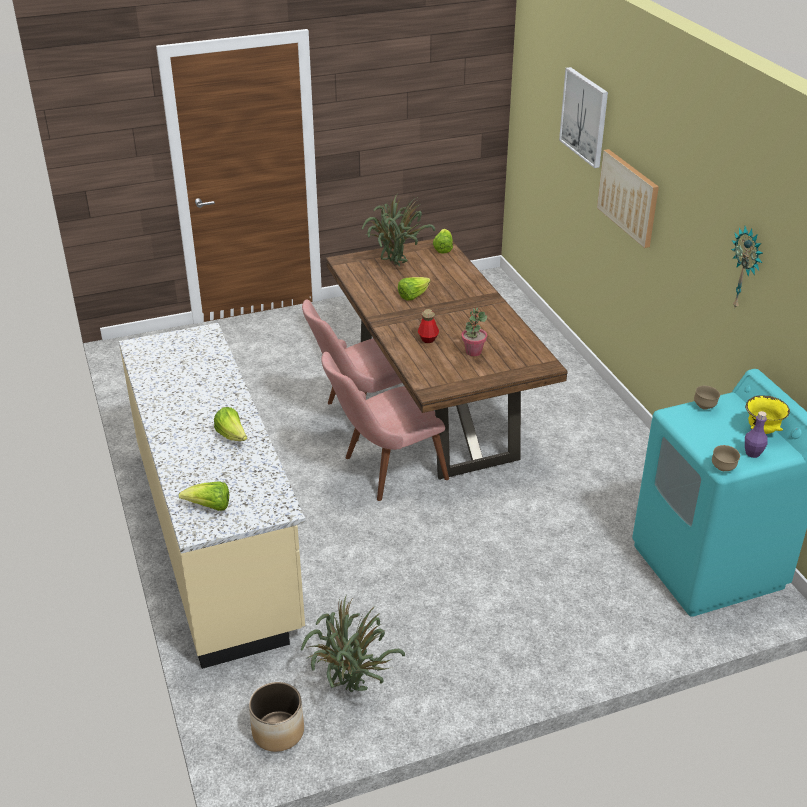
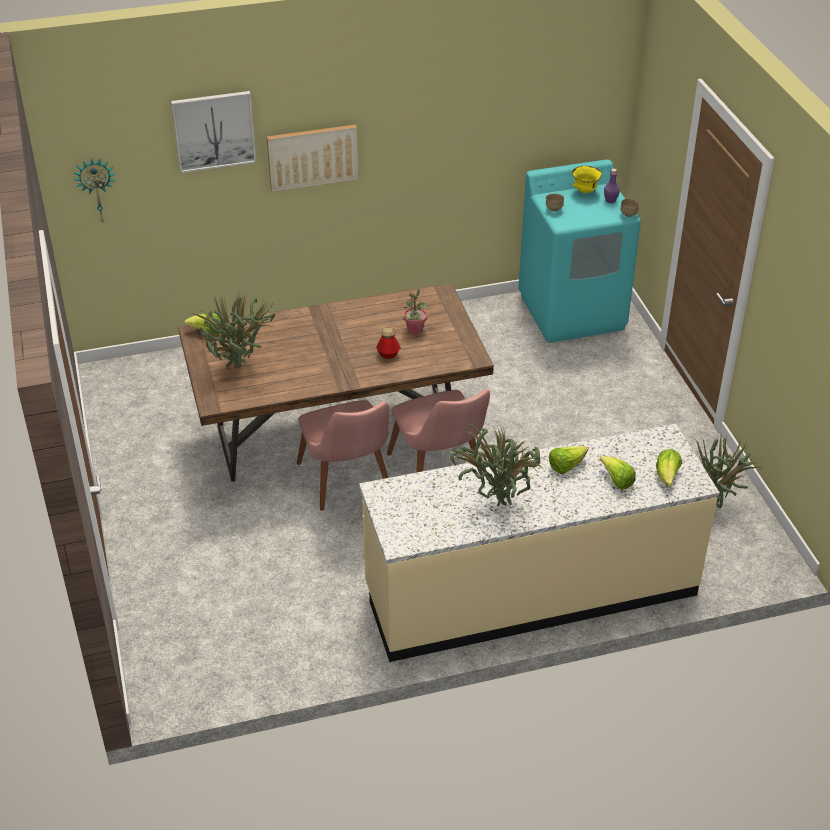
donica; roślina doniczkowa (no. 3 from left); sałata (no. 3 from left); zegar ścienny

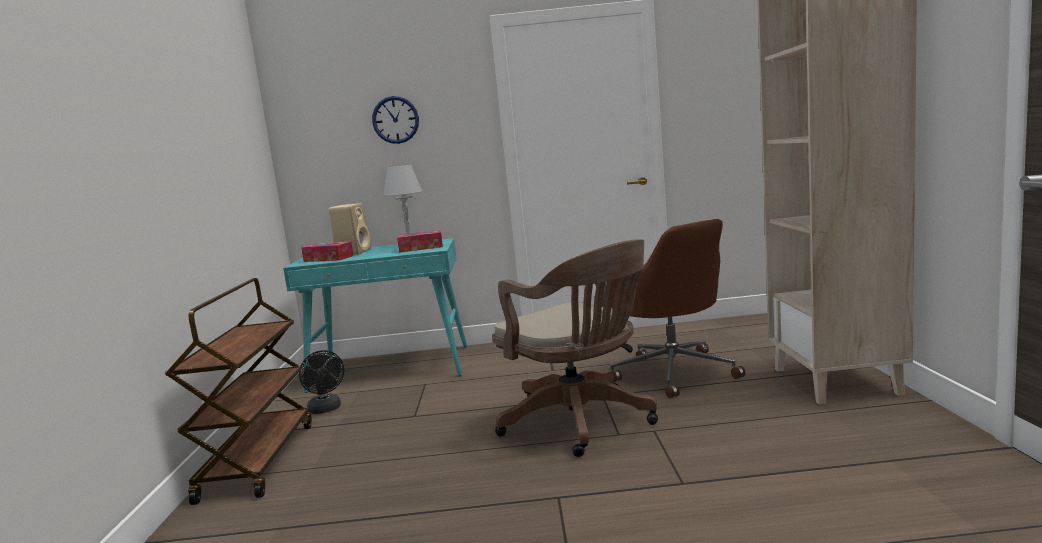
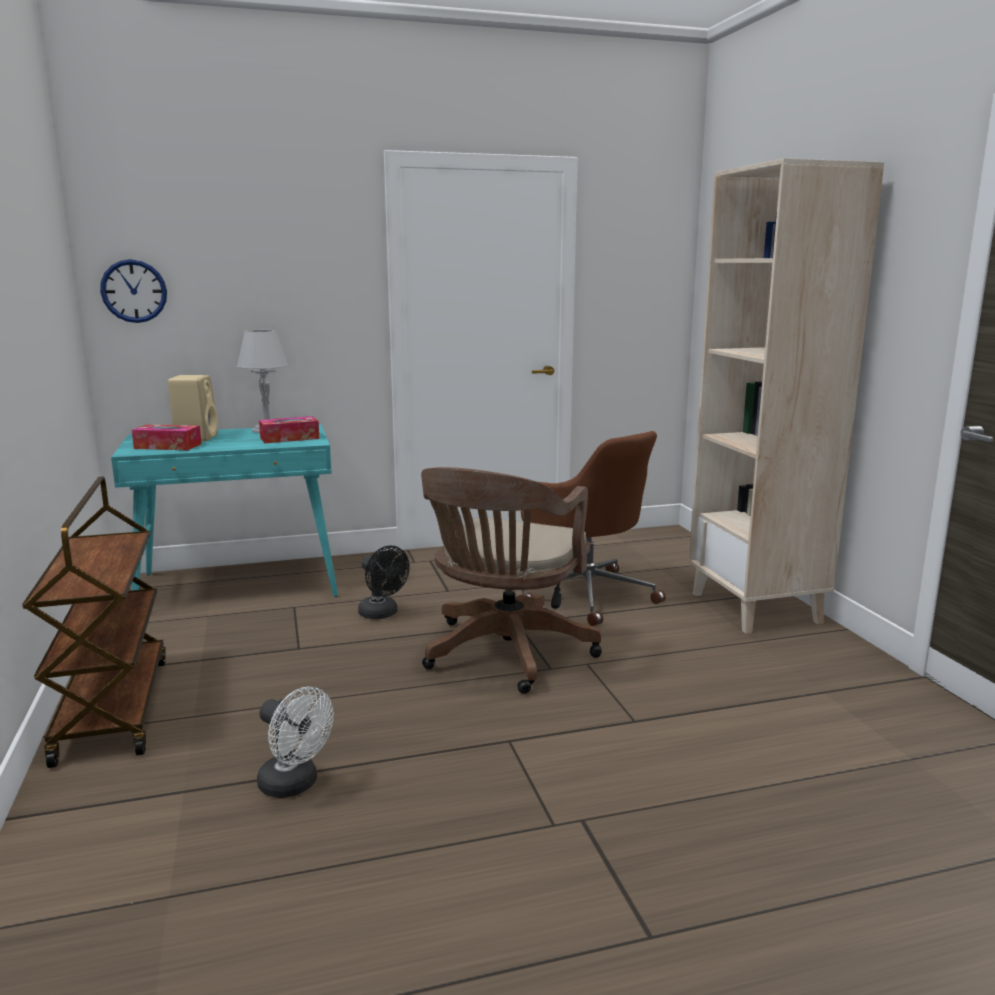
wentylator [biały]; wentylator [czarny]; zegar ścienny; krzesło biurowe [brązowy] (no. 1 from left)

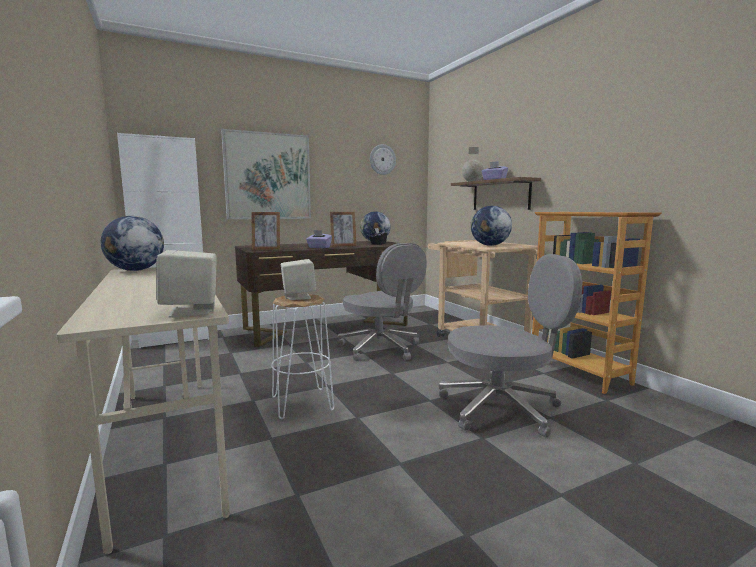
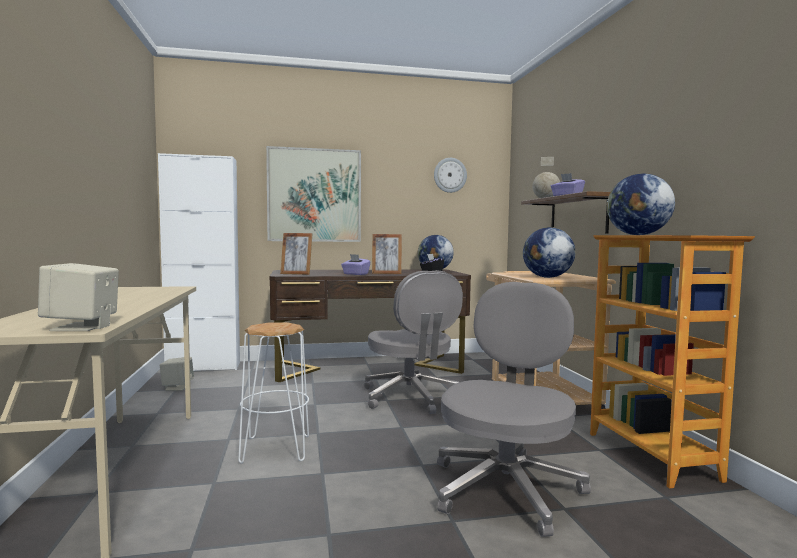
globus (no. 4 from left); głośnik [beżowy] (no. 2 from left); krzesło biurowe [szary] (no. 2 from left)

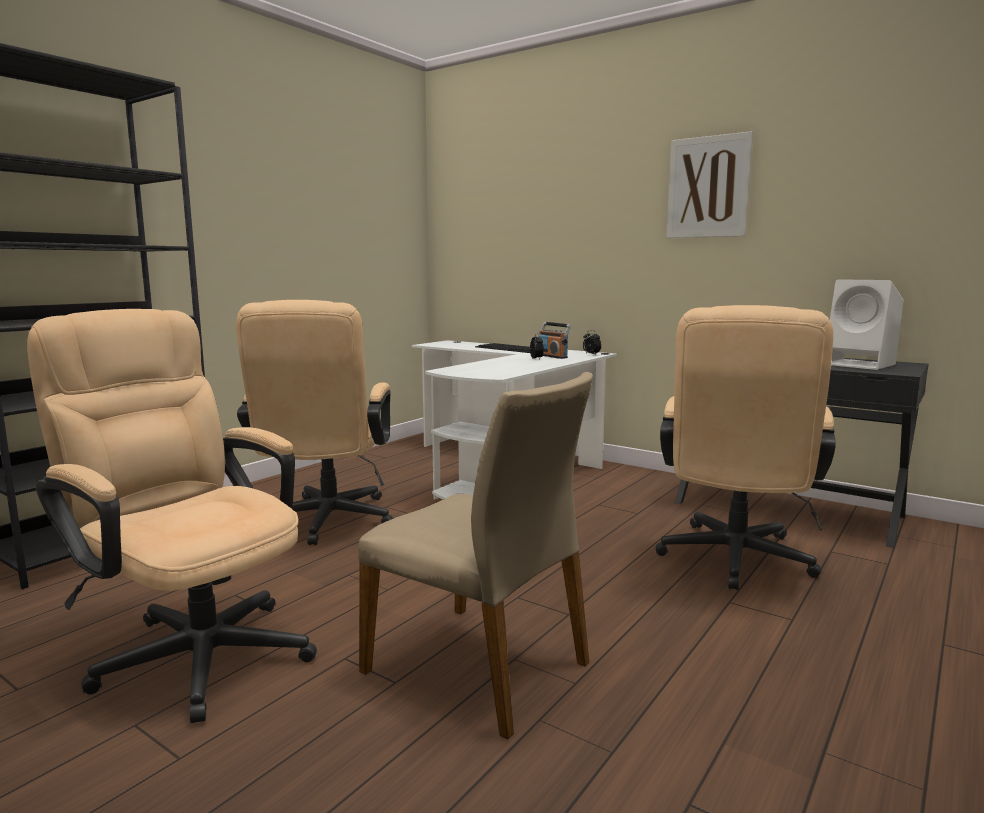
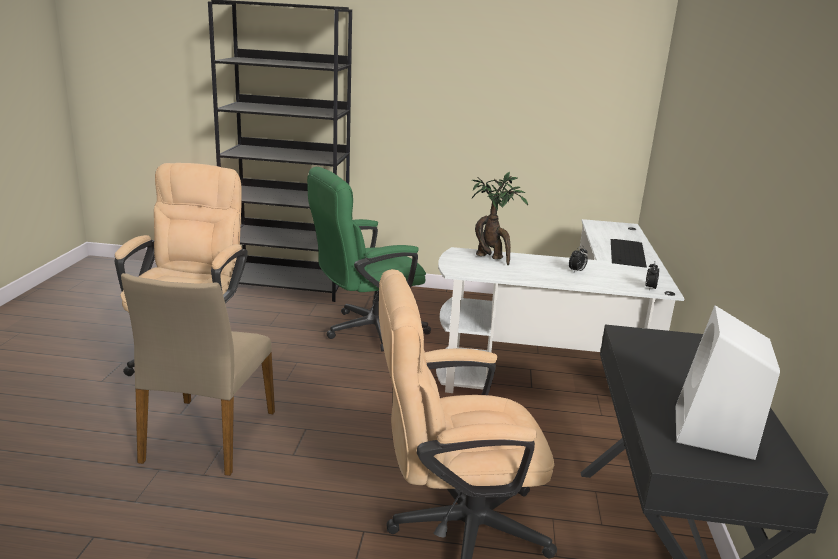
radio; obraz; roślina doniczkowa; krzesło biurowe [zielony]

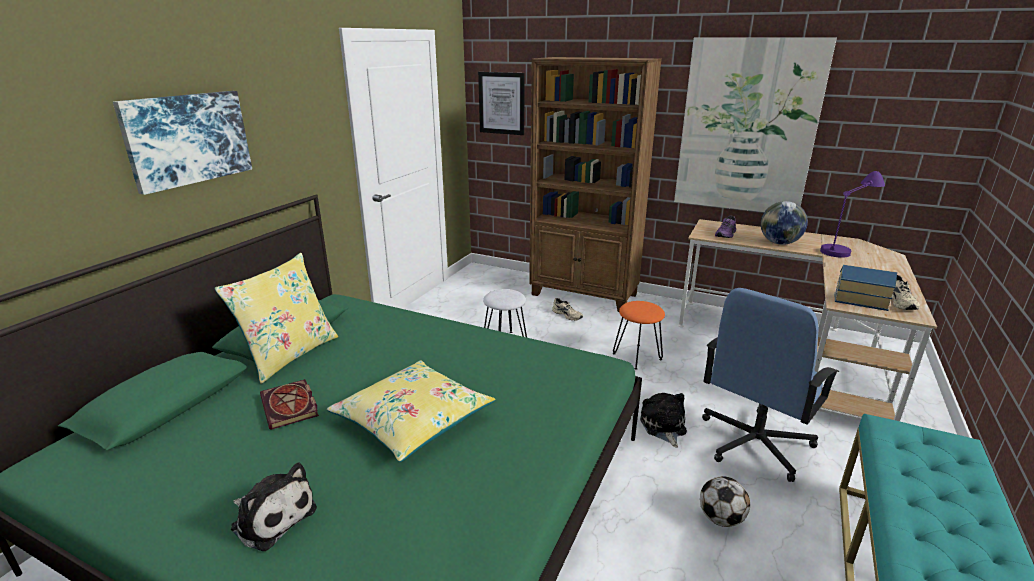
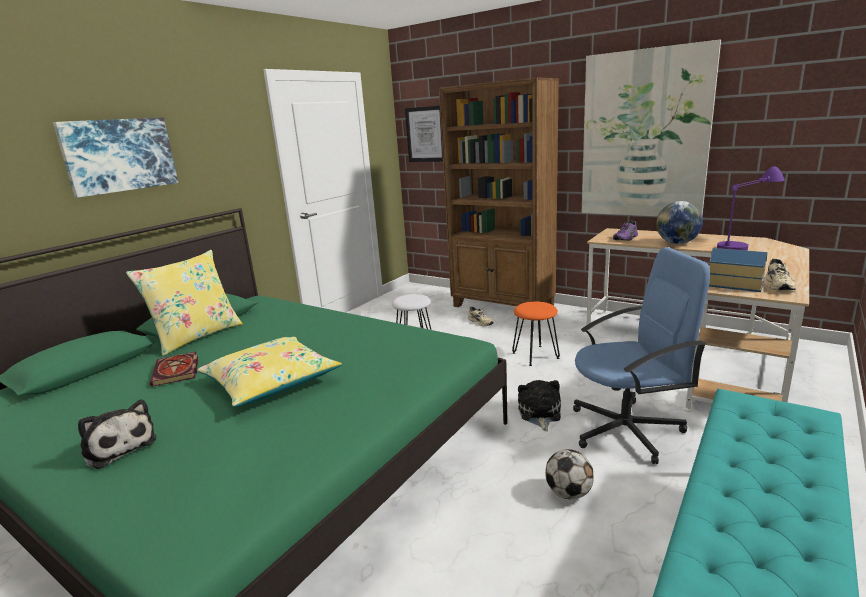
krzesło biurowe [niebieski]

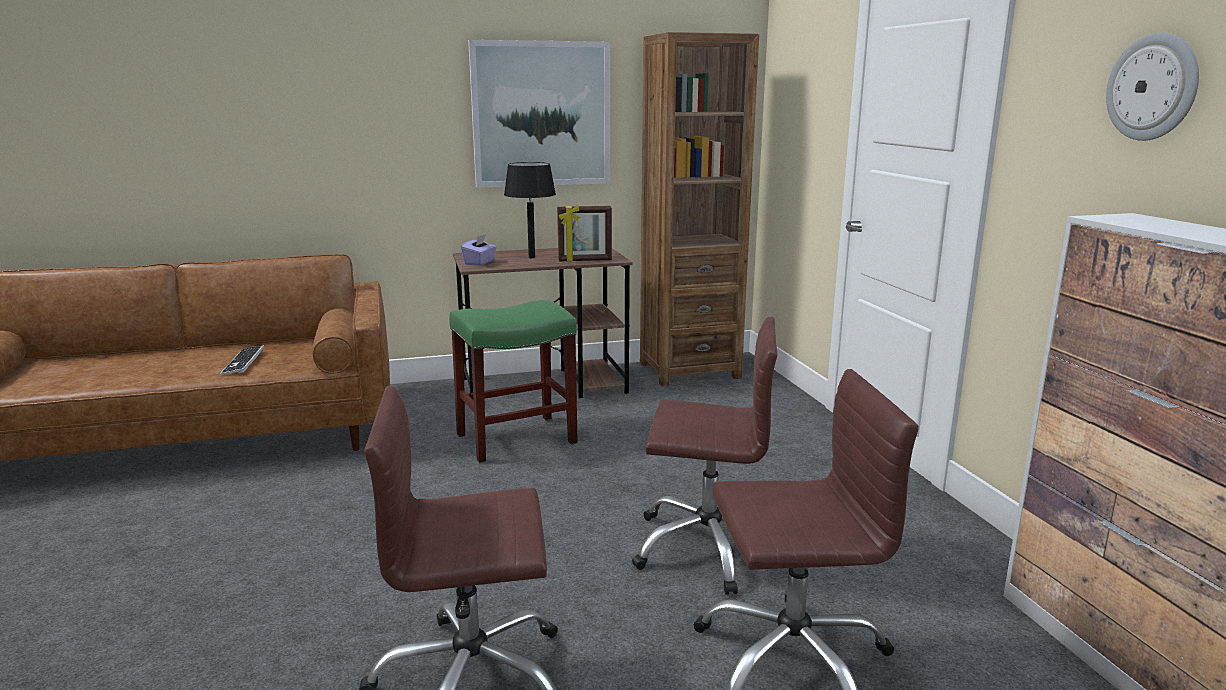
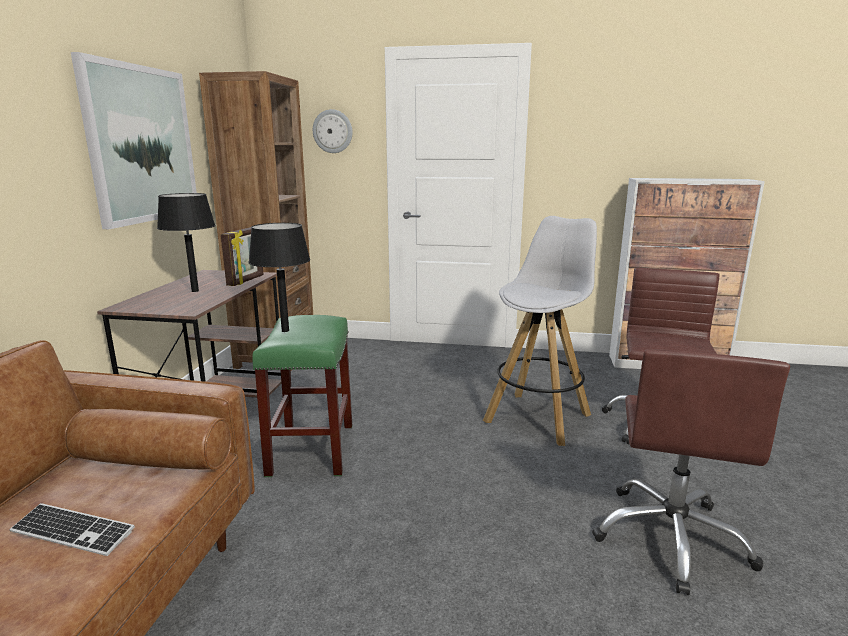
pudełko chusteczek [fioletowy]; lampa stołowa [czarny] (no. 2 from left); zegar ścienny; stołek [biały]

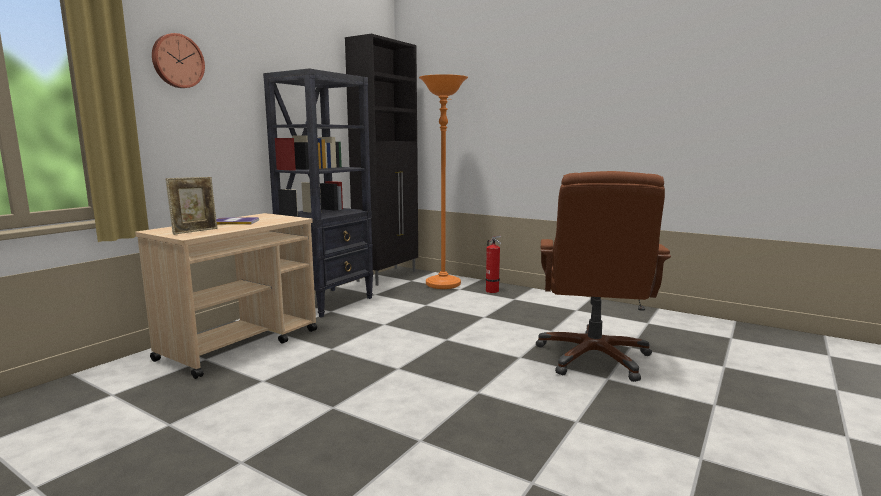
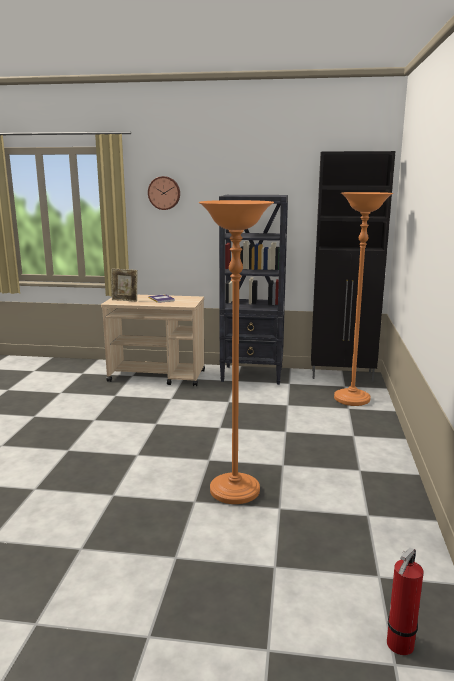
gaśnica; lampa stojąca [pomarańczowy] (no. 1 from left)

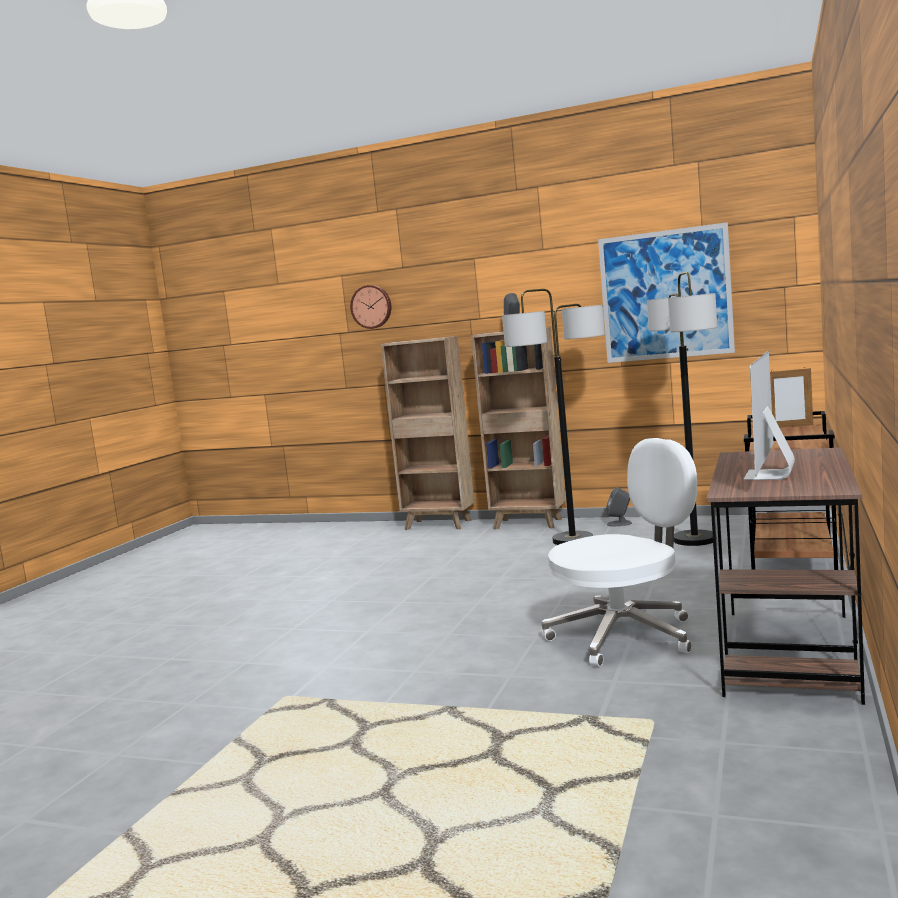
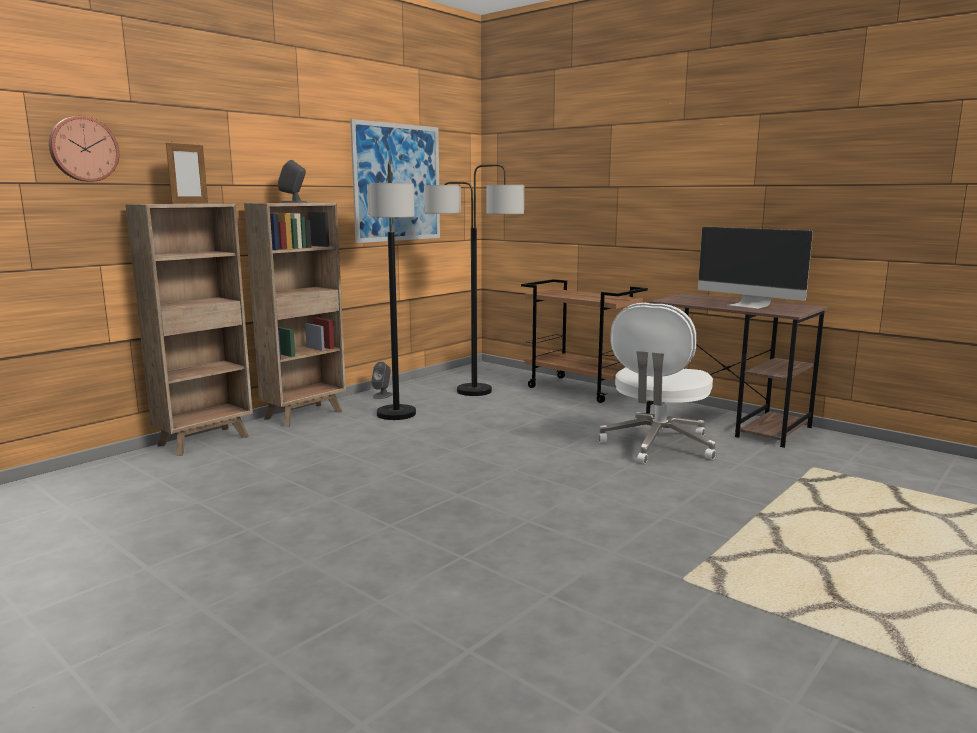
ramka na zdjęcie; krzesło biurowe [biały]

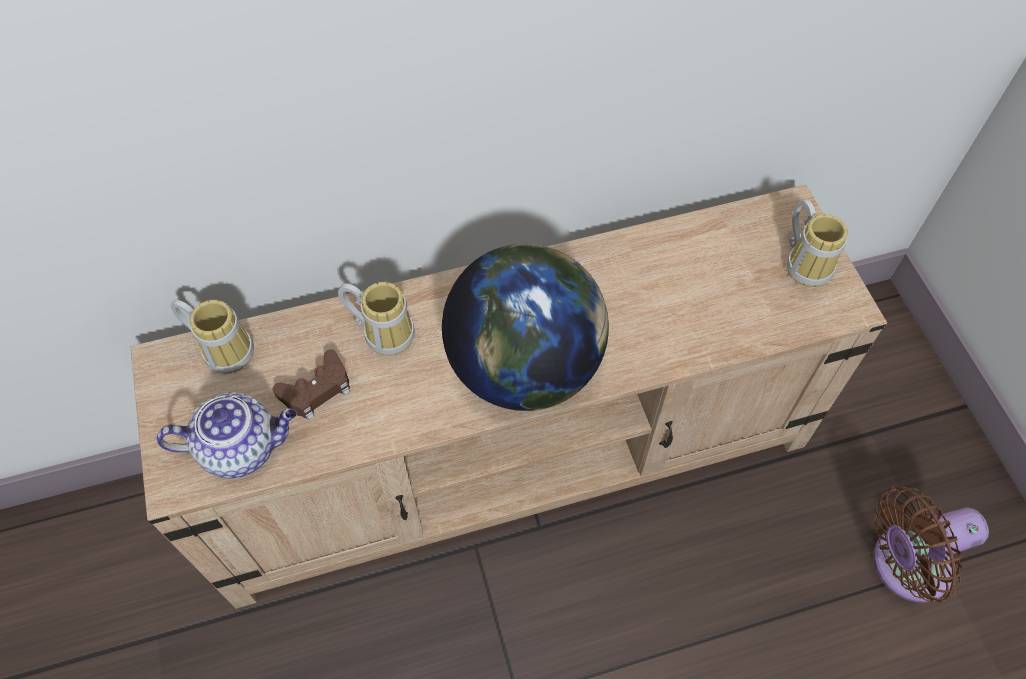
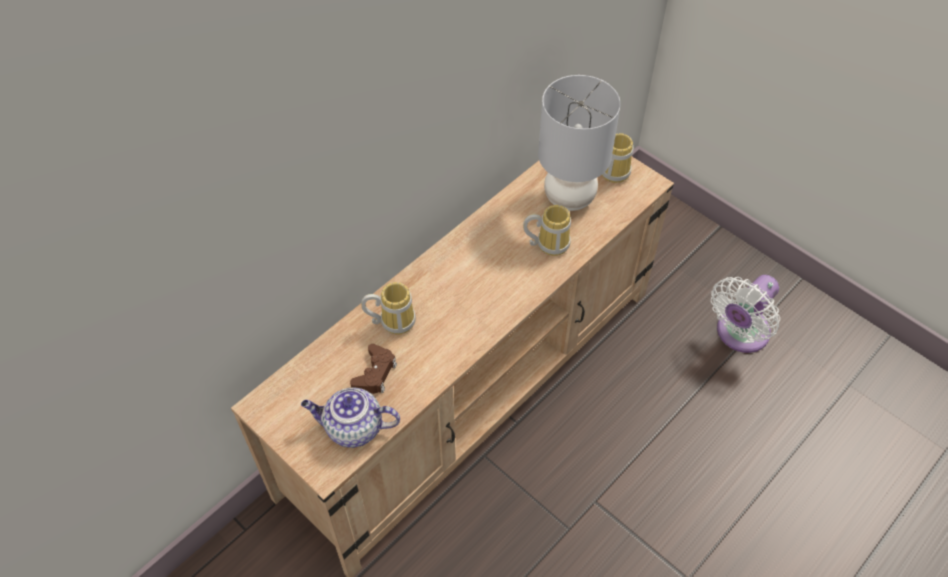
globus; lampa stołowa [szary]; kubek (no. 2 from left); wentylator [biały]; imbryk

